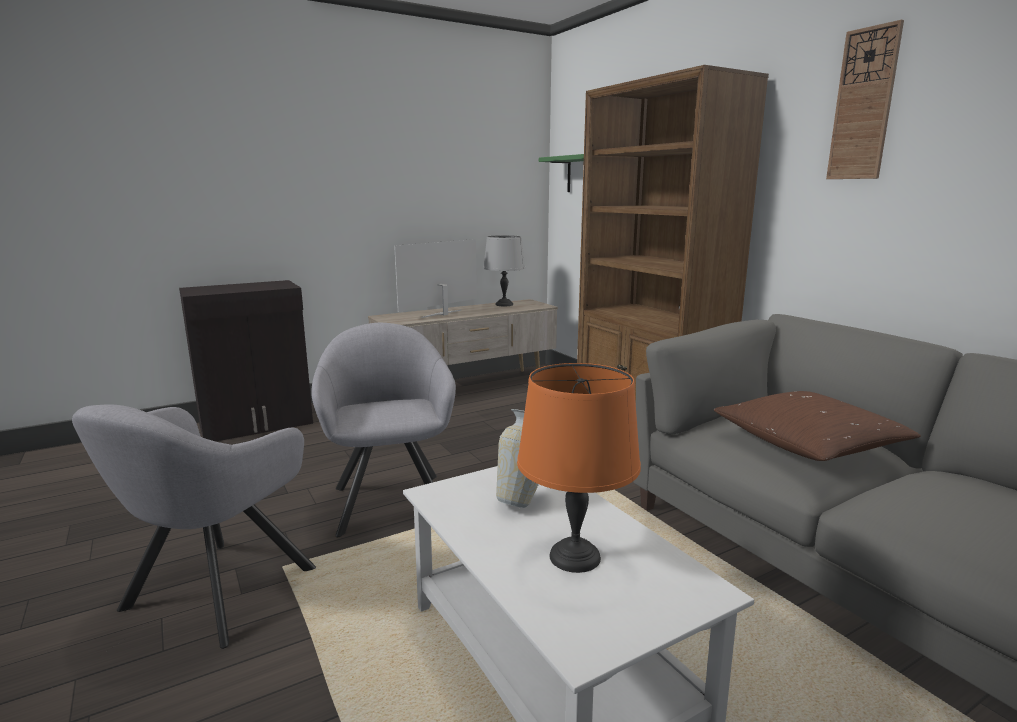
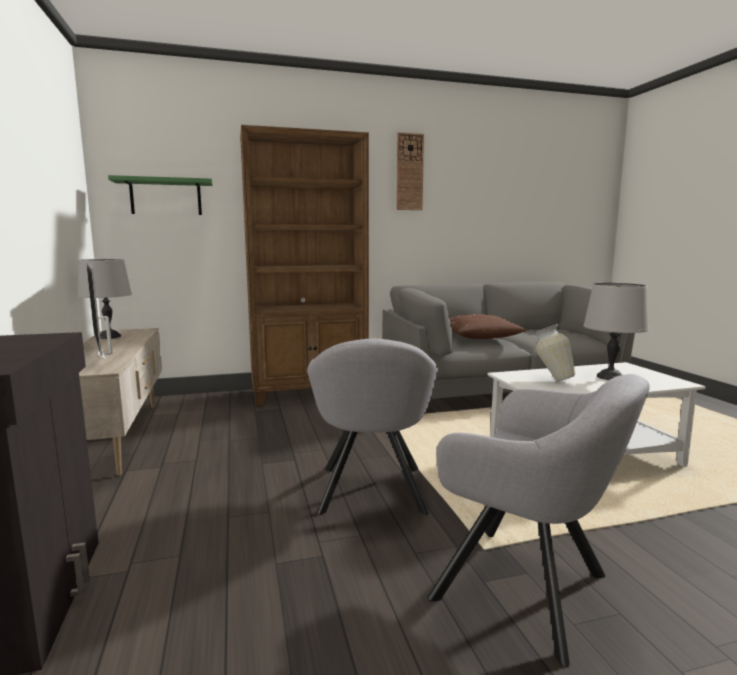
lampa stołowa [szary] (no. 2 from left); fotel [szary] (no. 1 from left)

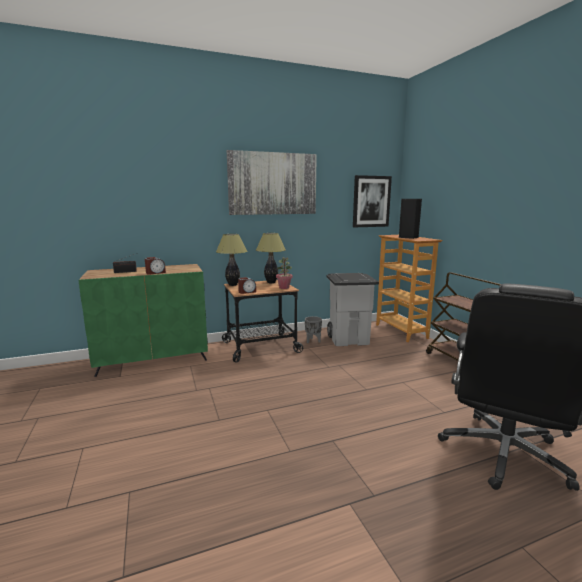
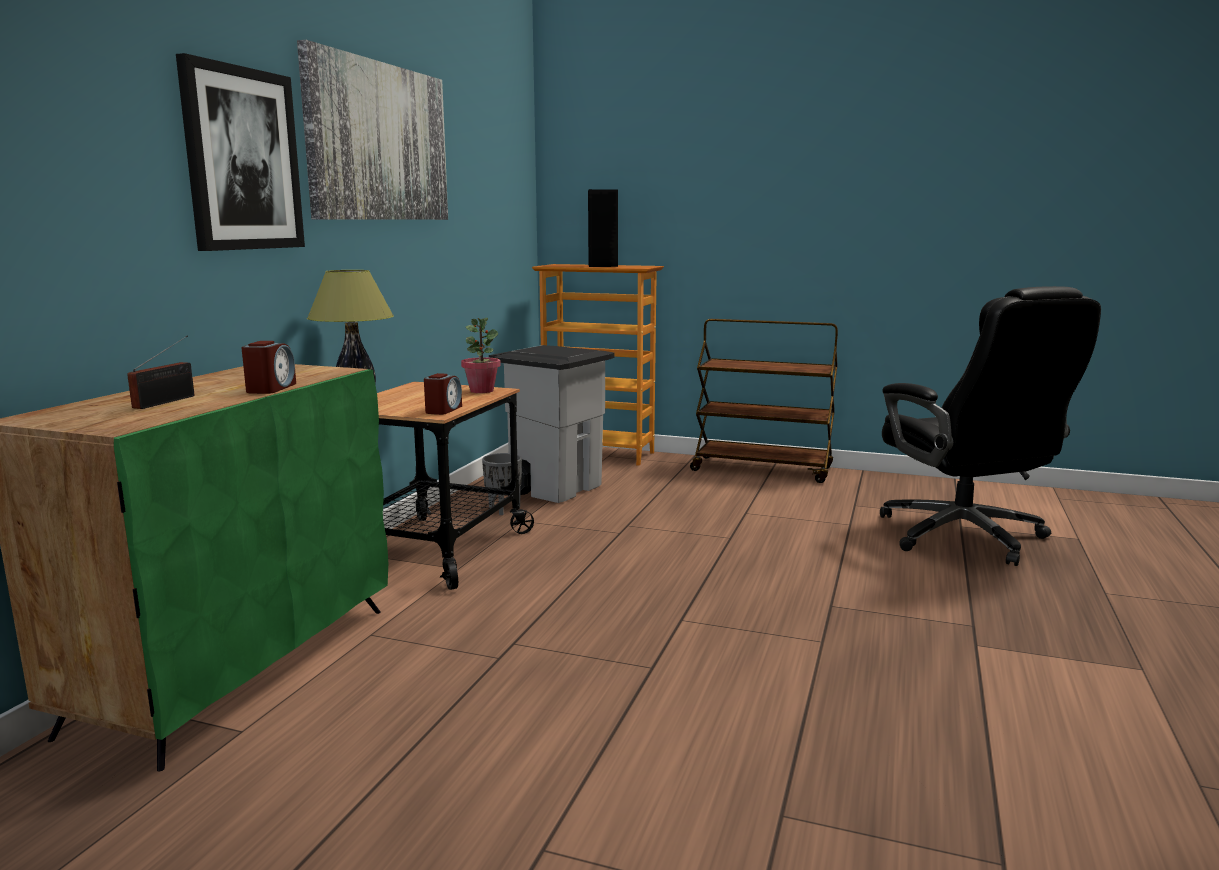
lampa stołowa (no. 2 from left in the first image); obraz (no. 1 from left)

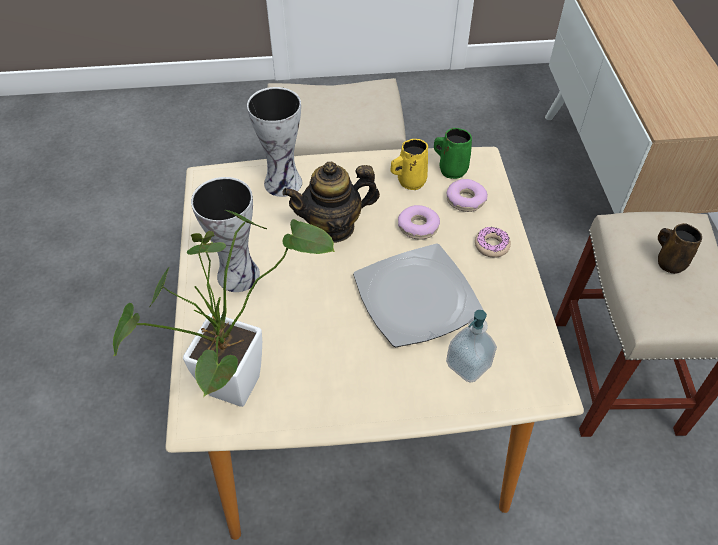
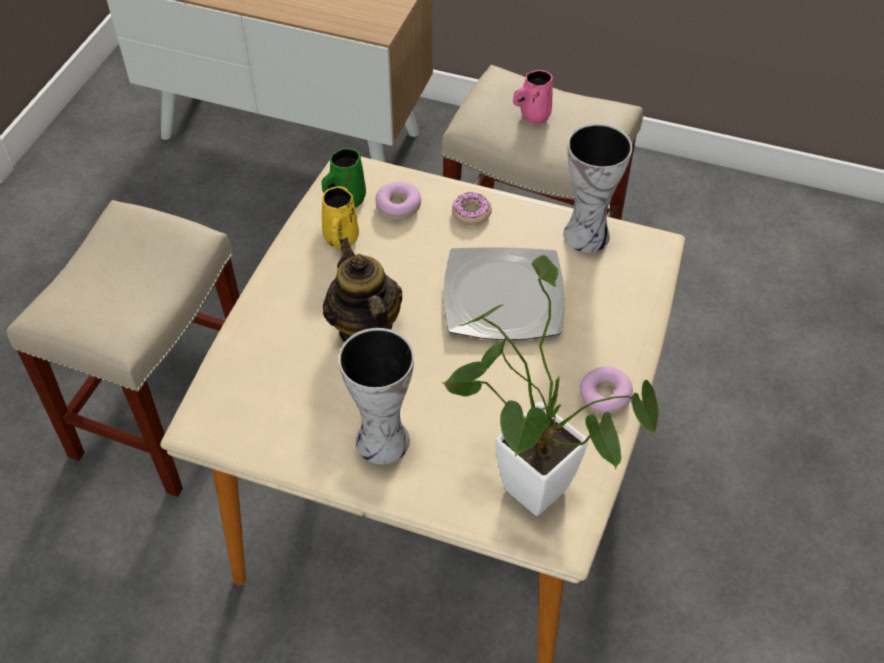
dozownik mydła; wazon (no. 2 from left); donut (no. 3 from left); kubek [różowy]; imbryk

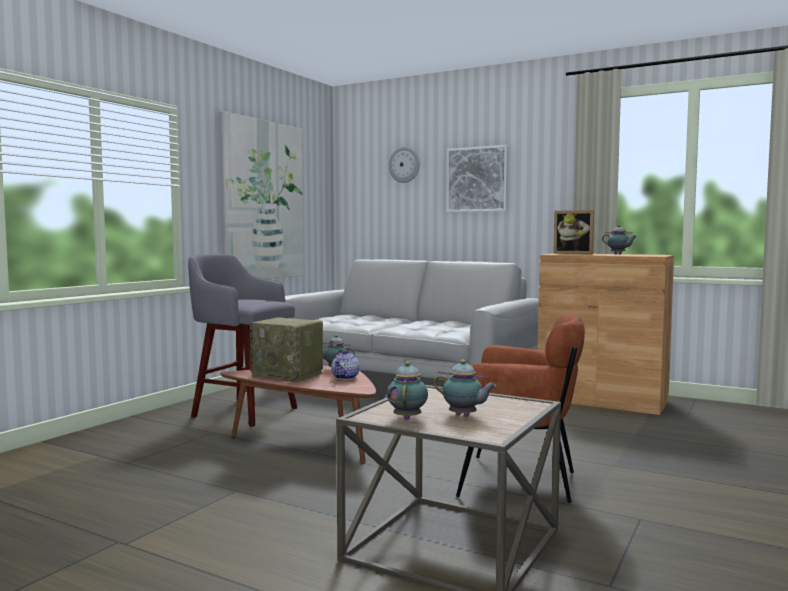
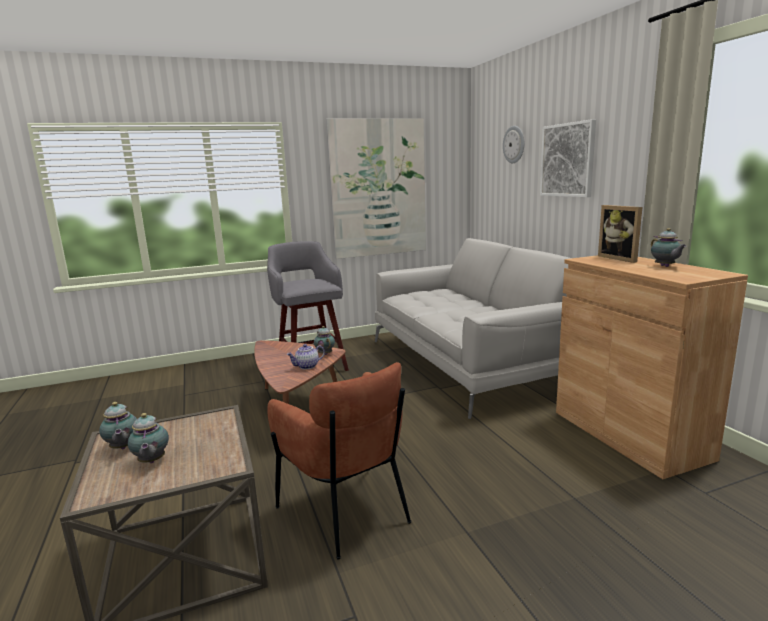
radio; imbryk (no. 1 from left)

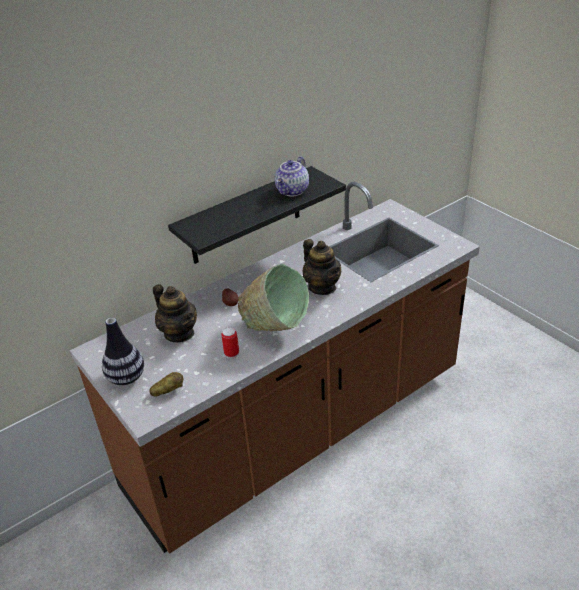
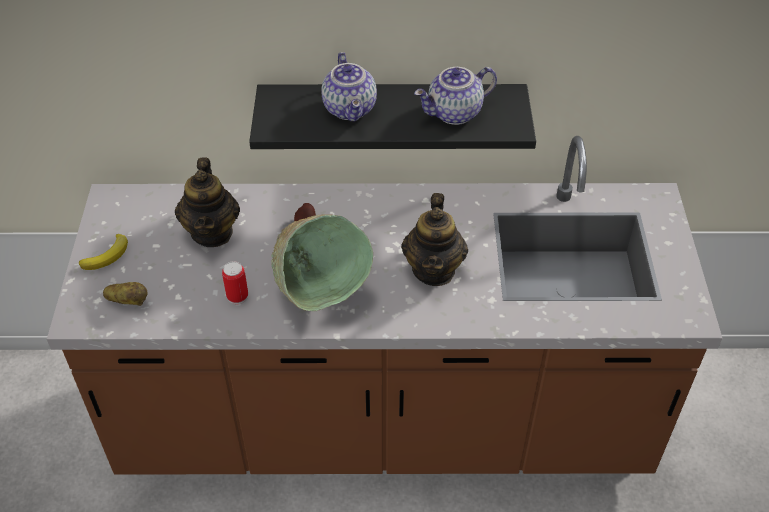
imbryk (no. 2 from left); banan

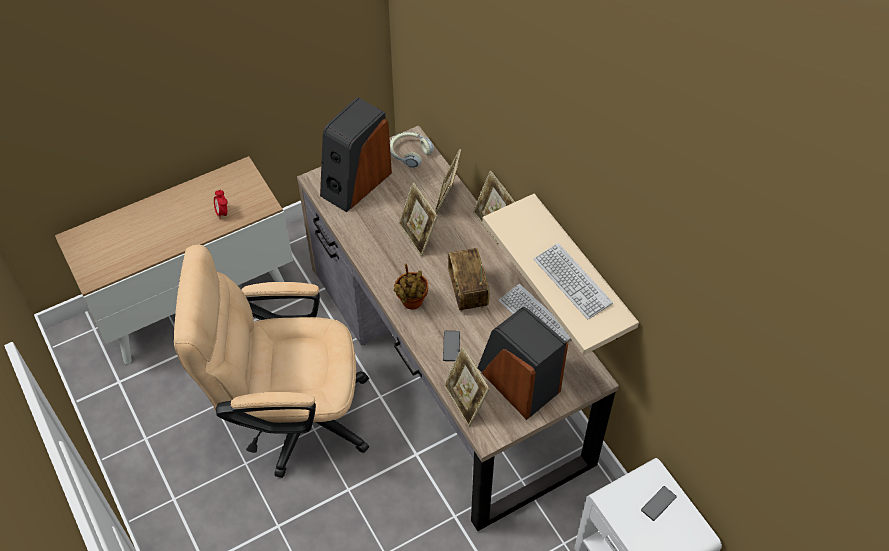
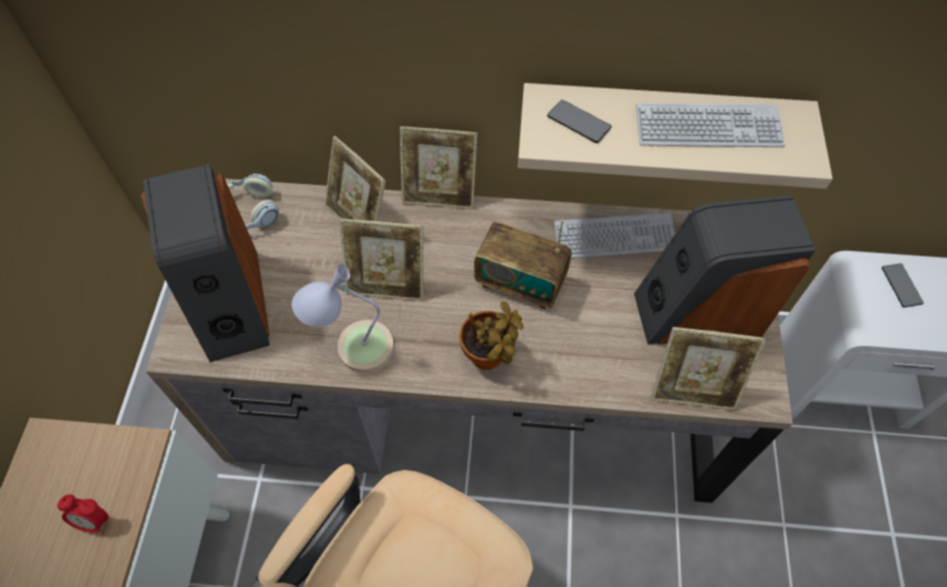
lampa stołowa; telefon (no. 1 from left)

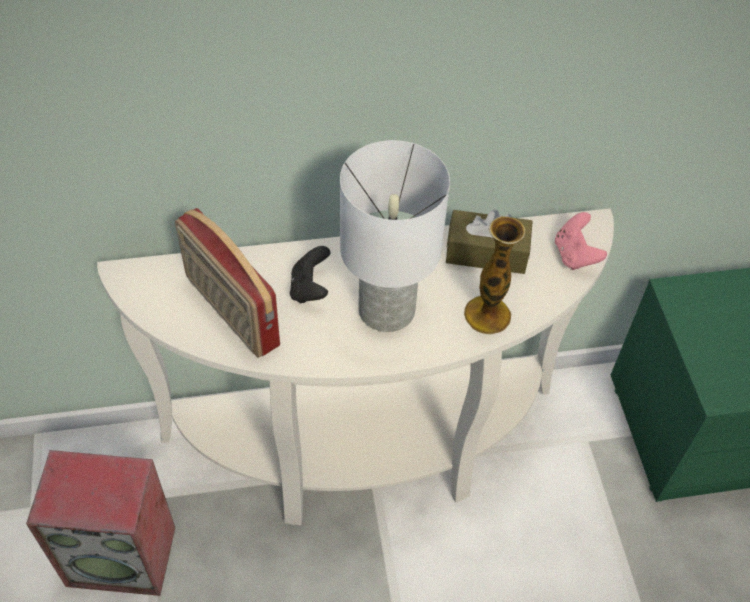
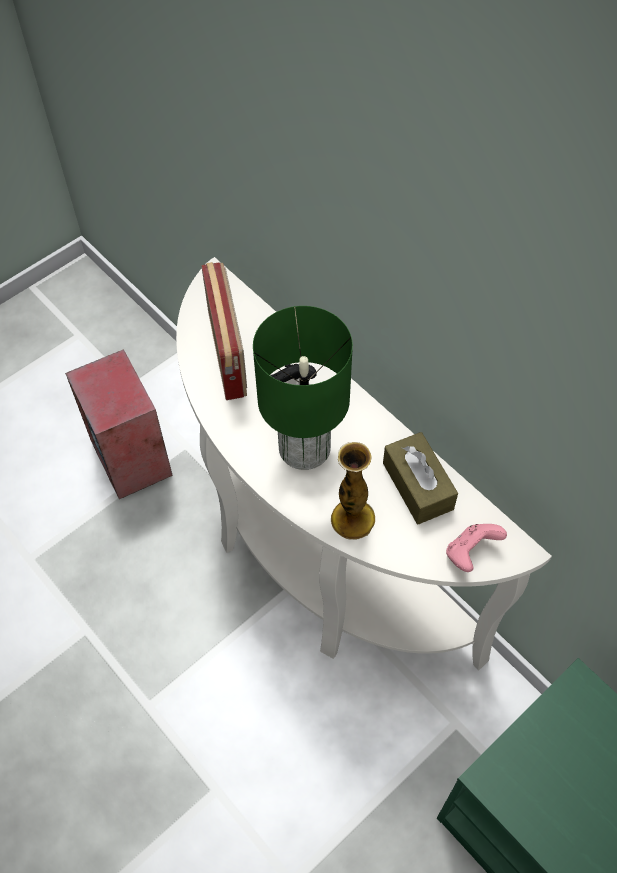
lampa stołowa [zielony]; radio

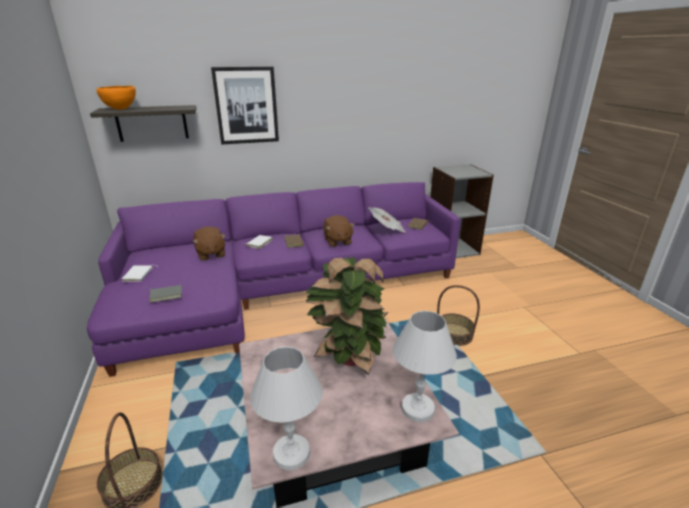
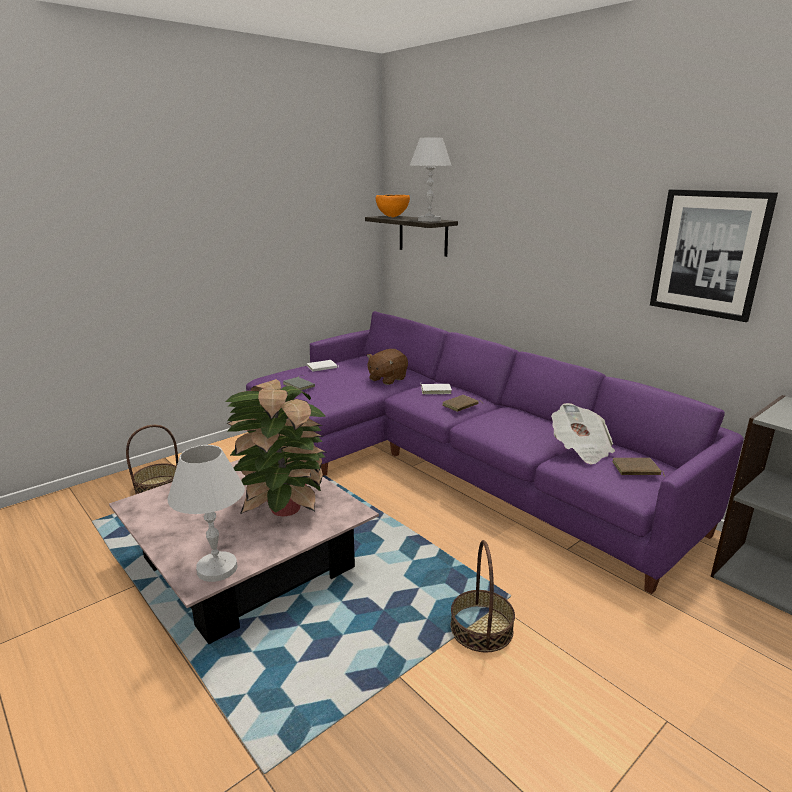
pluszak [brązowy] (no. 2 from left in the first image); obraz; lampa stołowa [biały] (no. 2 from left)

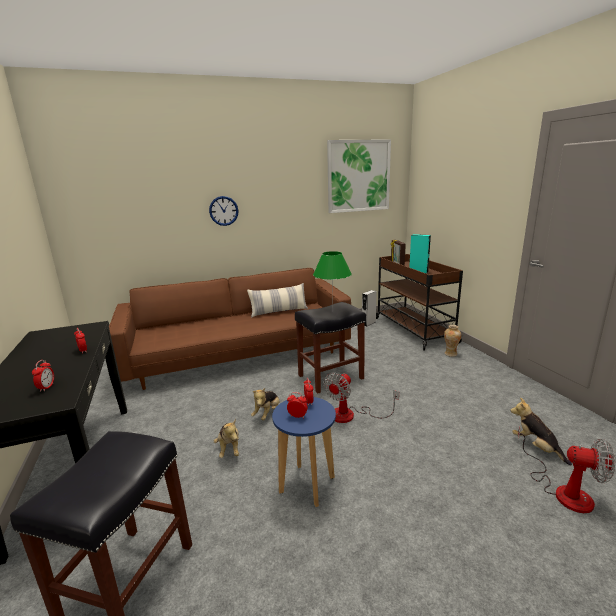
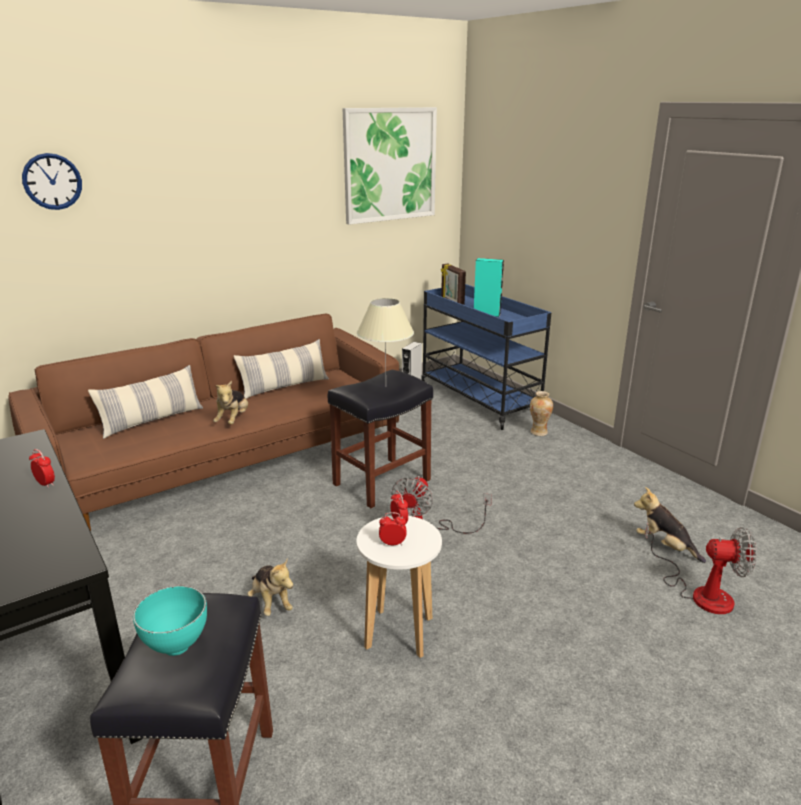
budzik (no. 1 from left in the first image); poduszka (no. 1 from left); miska [turkusowy]; zegar ścienny; pluszak (no. 1 from left); stołek [biały]; lampa stołowa [beżowy]; wózek [niebieski]

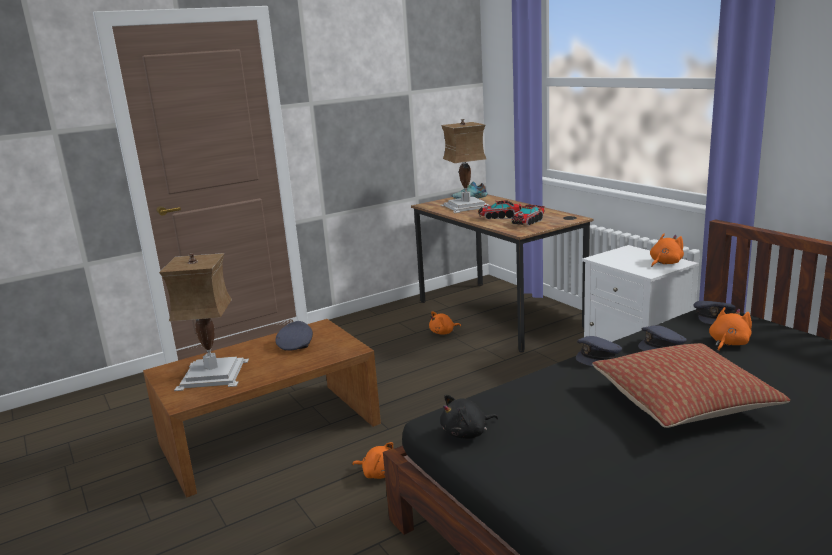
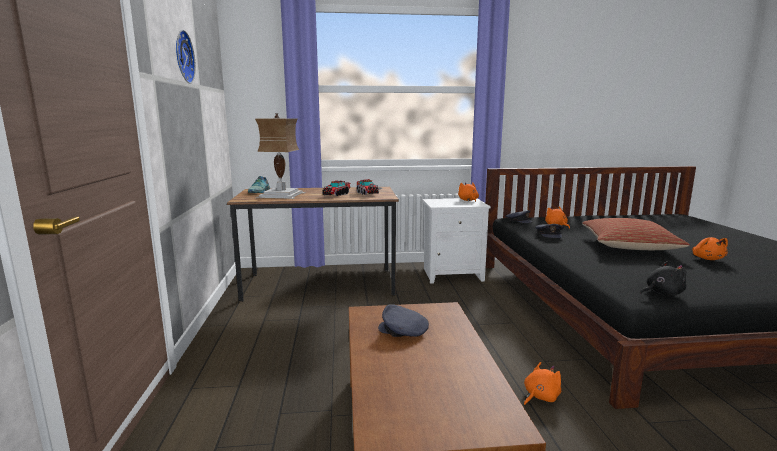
lampa stołowa (no. 1 from left in the first image); czapka z daszkiem [szary] (no. 2 from left in the first image); zegar ścienny; pluszak [pomarańczowy] (no. 4 from left); pluszak [czarny]

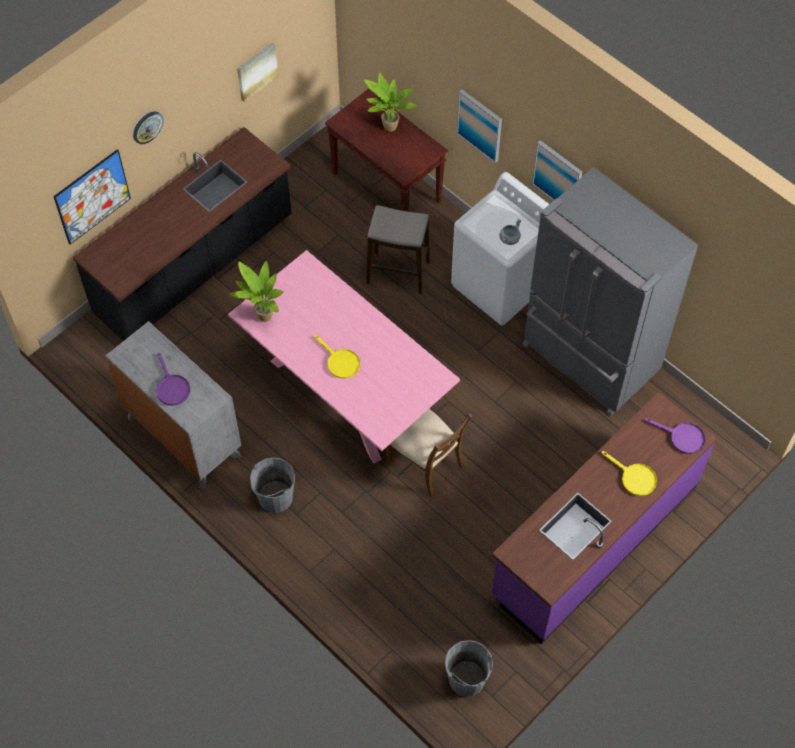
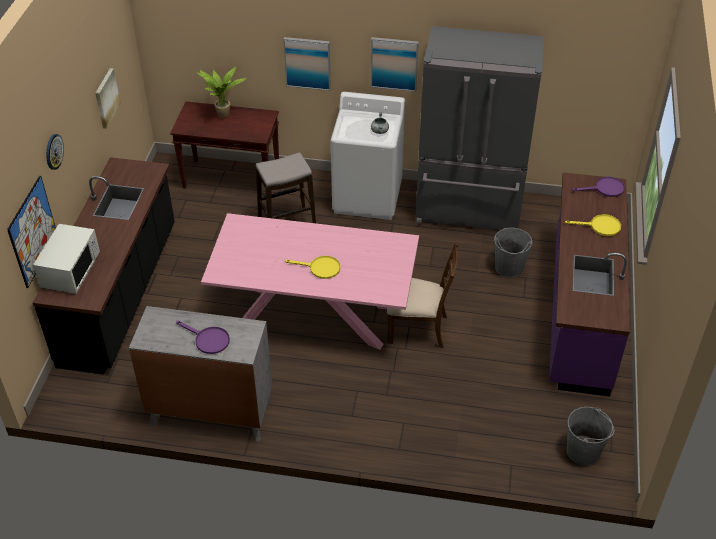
roślina doniczkowa (no. 1 from left in the first image); mikrofalówka [biały]; wiadro [szary] (no. 1 from left)

